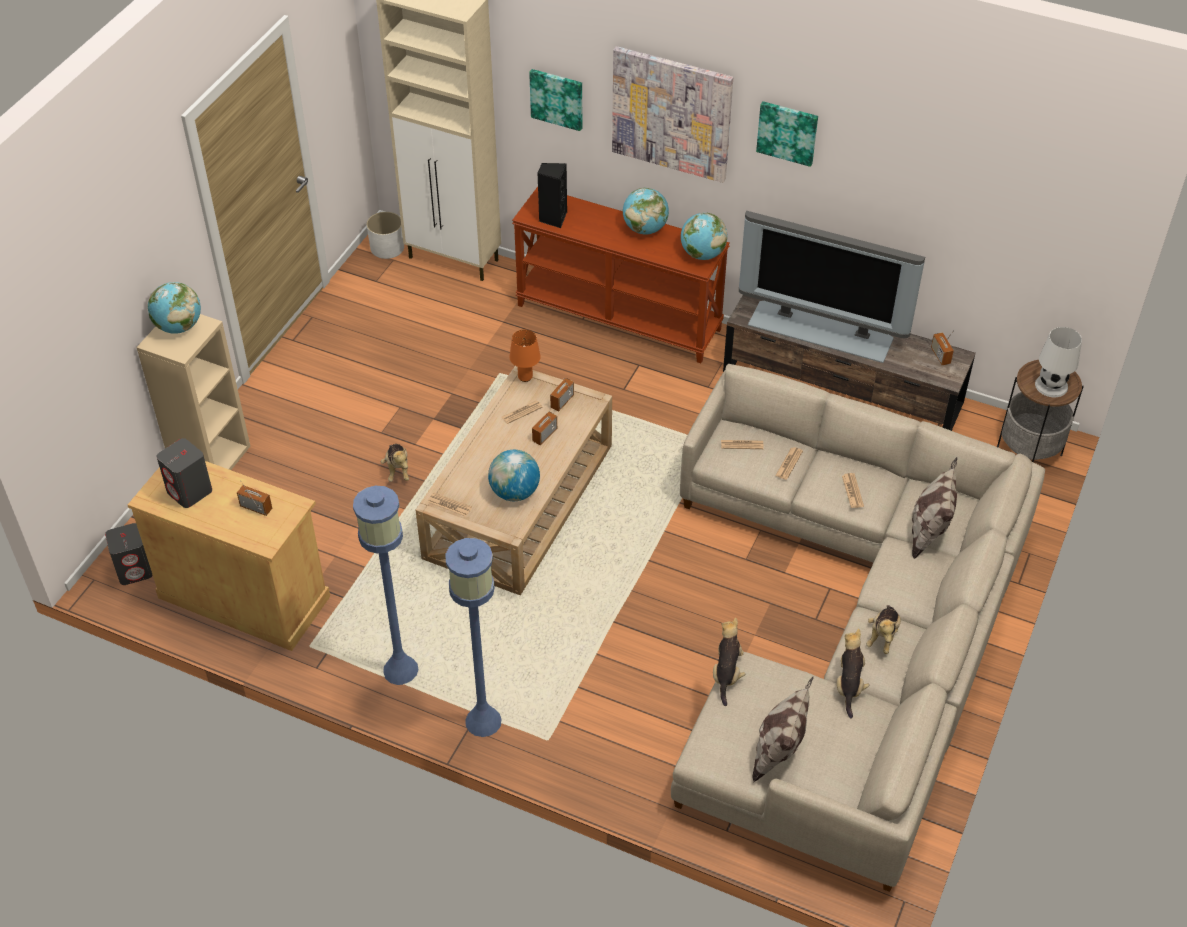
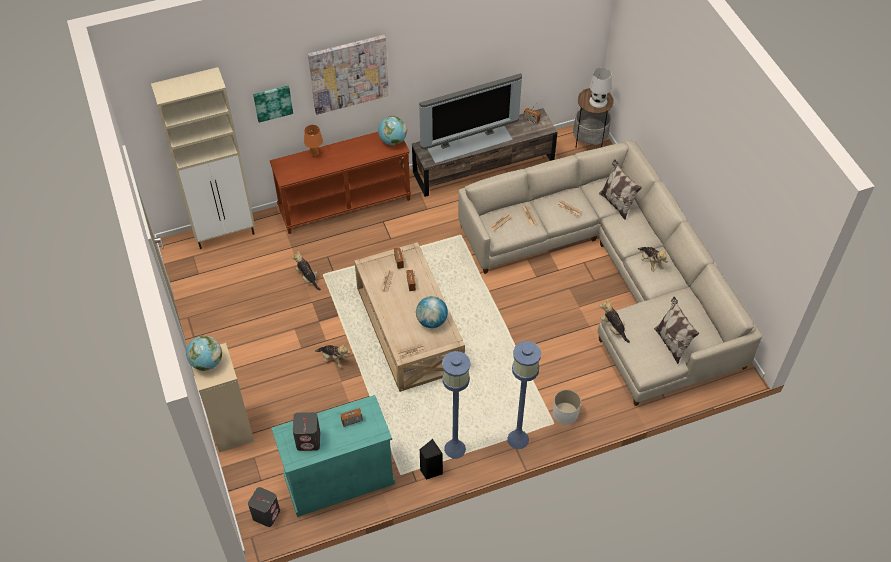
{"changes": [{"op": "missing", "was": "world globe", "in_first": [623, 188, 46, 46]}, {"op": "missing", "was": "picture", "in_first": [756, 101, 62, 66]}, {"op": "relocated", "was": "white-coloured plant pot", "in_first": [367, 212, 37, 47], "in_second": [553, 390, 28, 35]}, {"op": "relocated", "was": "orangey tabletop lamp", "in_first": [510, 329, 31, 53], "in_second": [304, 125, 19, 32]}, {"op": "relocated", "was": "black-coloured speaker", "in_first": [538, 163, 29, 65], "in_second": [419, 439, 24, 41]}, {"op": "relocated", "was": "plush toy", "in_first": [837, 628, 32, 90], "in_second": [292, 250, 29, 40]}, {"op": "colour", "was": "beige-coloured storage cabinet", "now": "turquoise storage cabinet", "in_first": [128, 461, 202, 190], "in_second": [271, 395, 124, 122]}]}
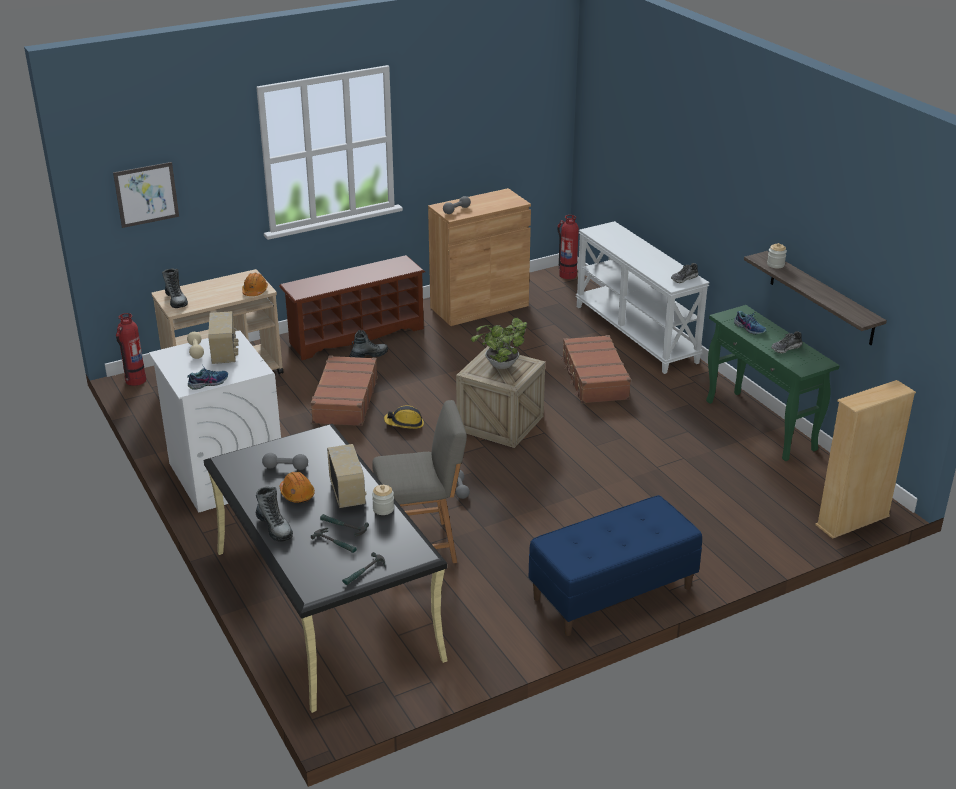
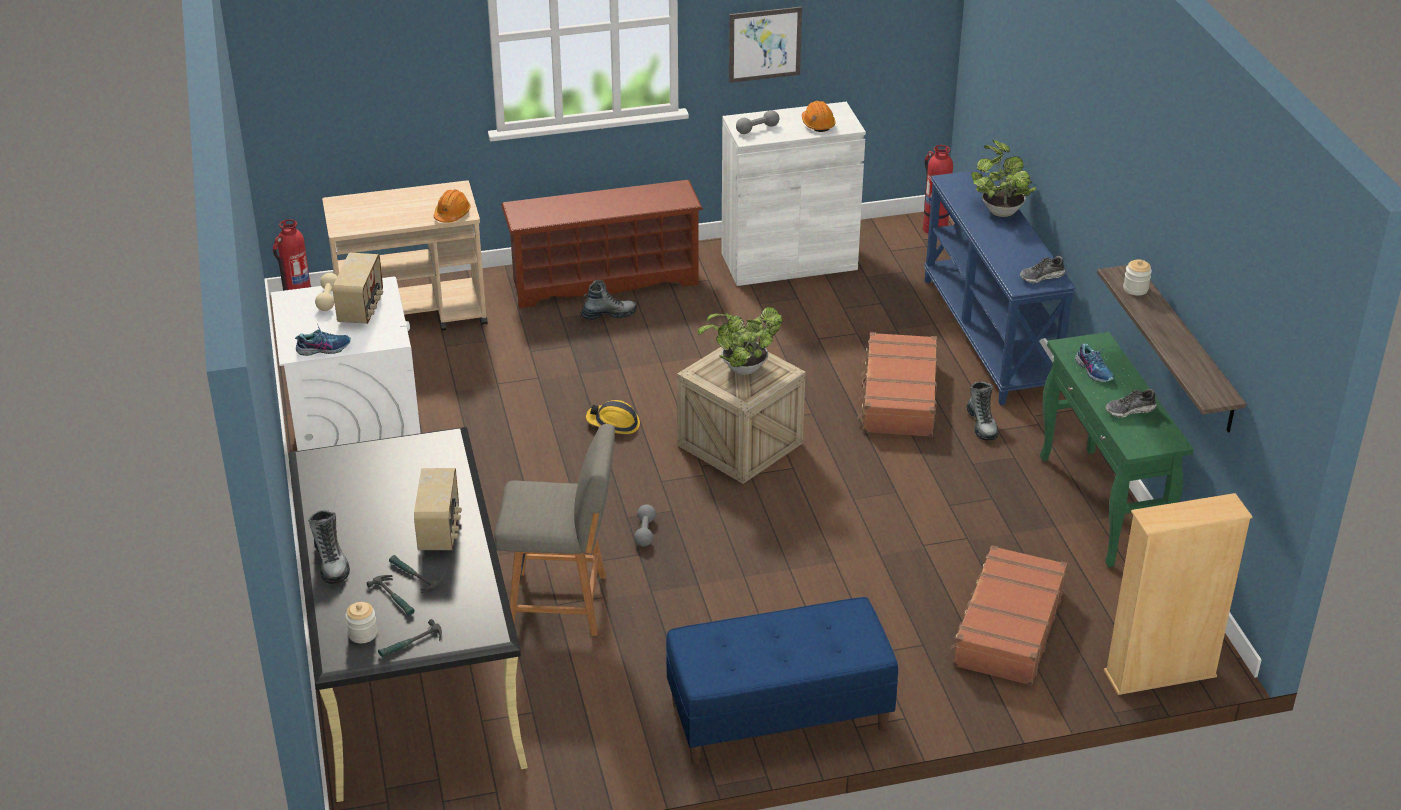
{"changes": [{"op": "missing", "was": "grey hand weight", "in_first": [262, 453, 46, 17]}, {"op": "appeared", "now": "houseplant", "in_second": [971, 140, 66, 77]}, {"op": "relocated", "was": "picture", "in_first": [113, 162, 66, 66], "in_second": [729, 7, 73, 76]}, {"op": "relocated", "was": "boot", "in_first": [162, 269, 26, 39], "in_second": [967, 382, 32, 58]}, {"op": "relocated", "was": "orangey safety helmet", "in_first": [279, 472, 36, 31], "in_second": [802, 101, 34, 31]}, {"op": "relocated", "was": "brownish suitcase", "in_first": [309, 355, 69, 71], "in_second": [950, 545, 118, 141]}, {"op": "relocated", "was": "storage jar", "in_first": [372, 485, 22, 30], "in_second": [345, 602, 32, 41]}, {"op": "colour", "was": "brownish storage cabinet", "now": "white-coloured storage cabinet", "in_first": [428, 188, 103, 138], "in_second": [721, 102, 145, 184]}, {"op": "colour", "was": "white-coloured console table", "now": "blue console table", "in_first": [576, 221, 134, 153], "in_second": [924, 169, 152, 236]}]}
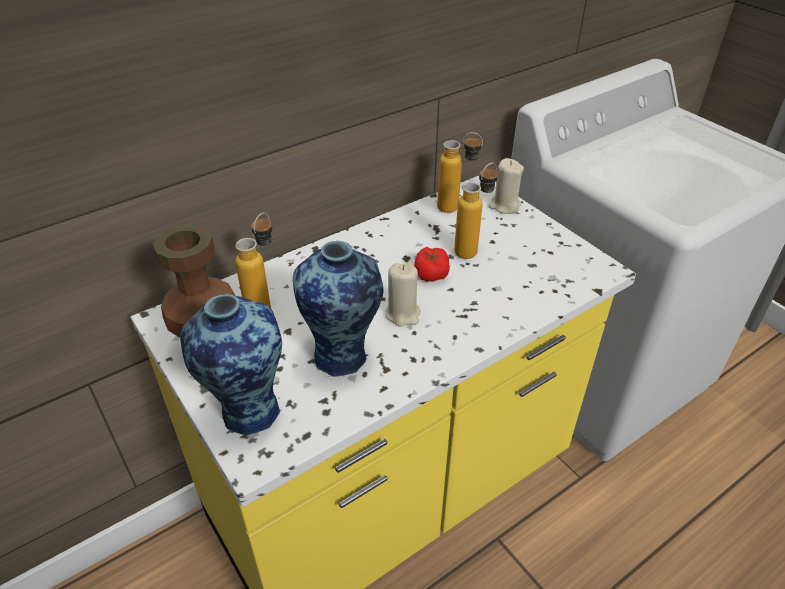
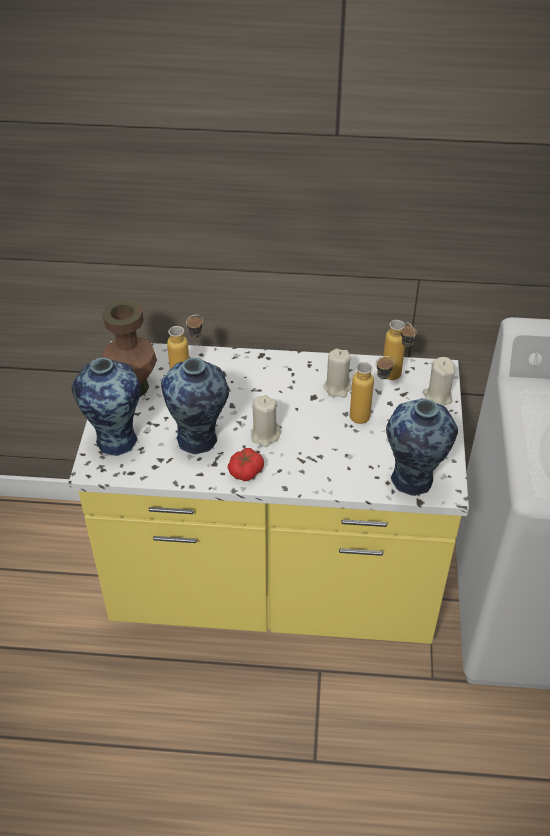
{"changes": [{"op": "appeared", "now": "beige-coloured candle", "in_second": [324, 348, 28, 50]}, {"op": "appeared", "now": "vase", "in_second": [386, 399, 72, 97]}, {"op": "relocated", "was": "whole tomato", "in_first": [414, 247, 36, 35], "in_second": [228, 448, 36, 33]}]}
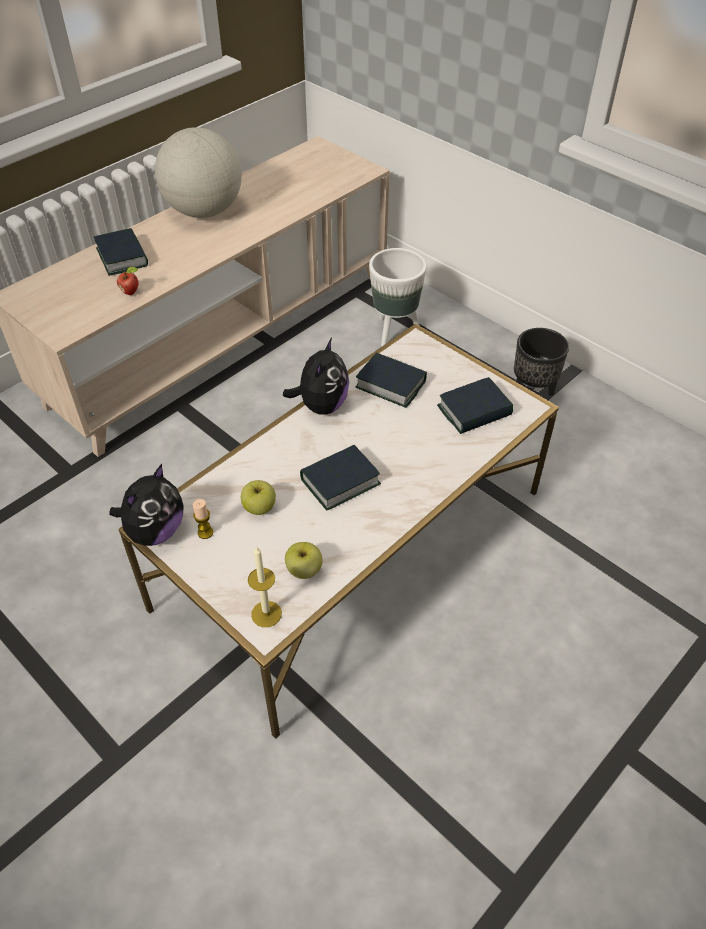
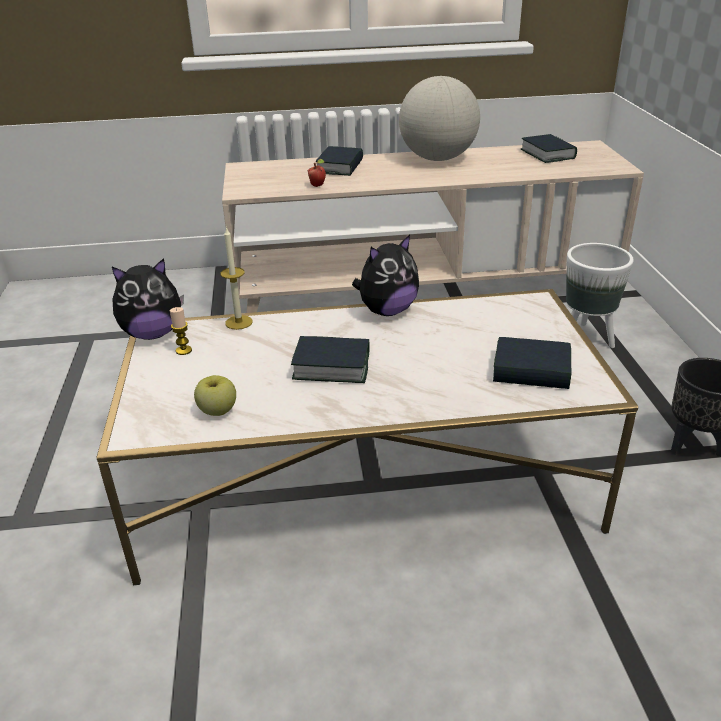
{"changes": [{"op": "missing", "was": "apple", "in_first": [241, 480, 35, 35]}, {"op": "relocated", "was": "candle", "in_first": [248, 547, 34, 80], "in_second": [220, 227, 33, 103]}, {"op": "relocated", "was": "bound book", "in_first": [356, 353, 71, 55], "in_second": [521, 134, 56, 29]}]}
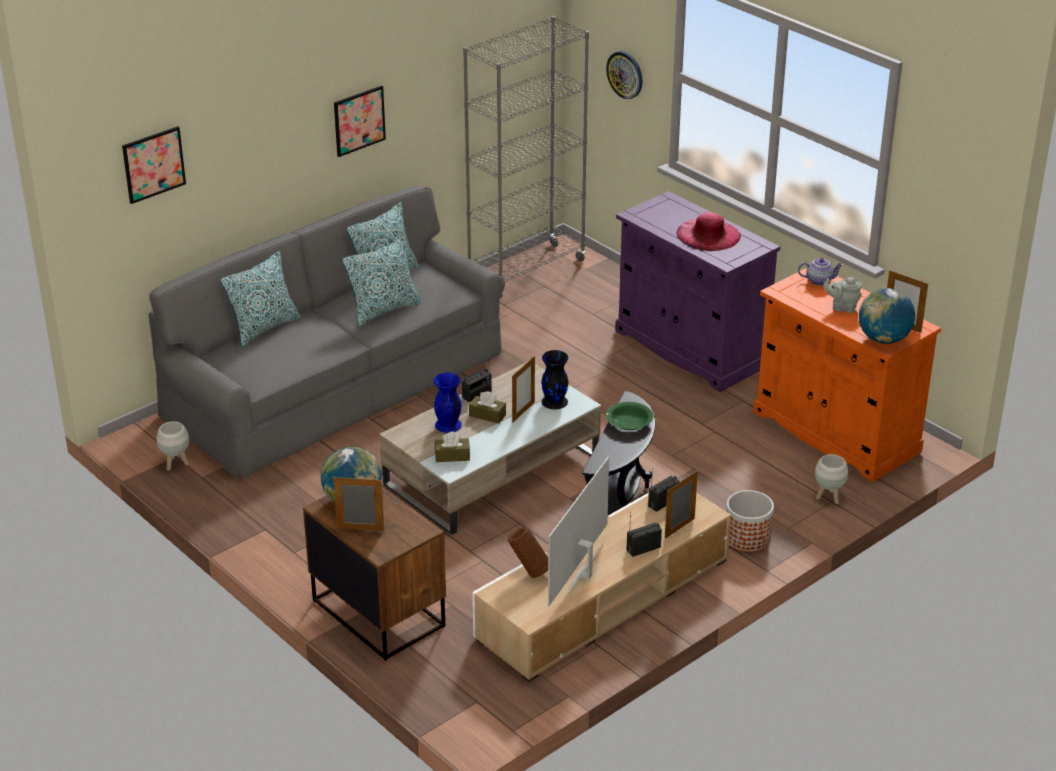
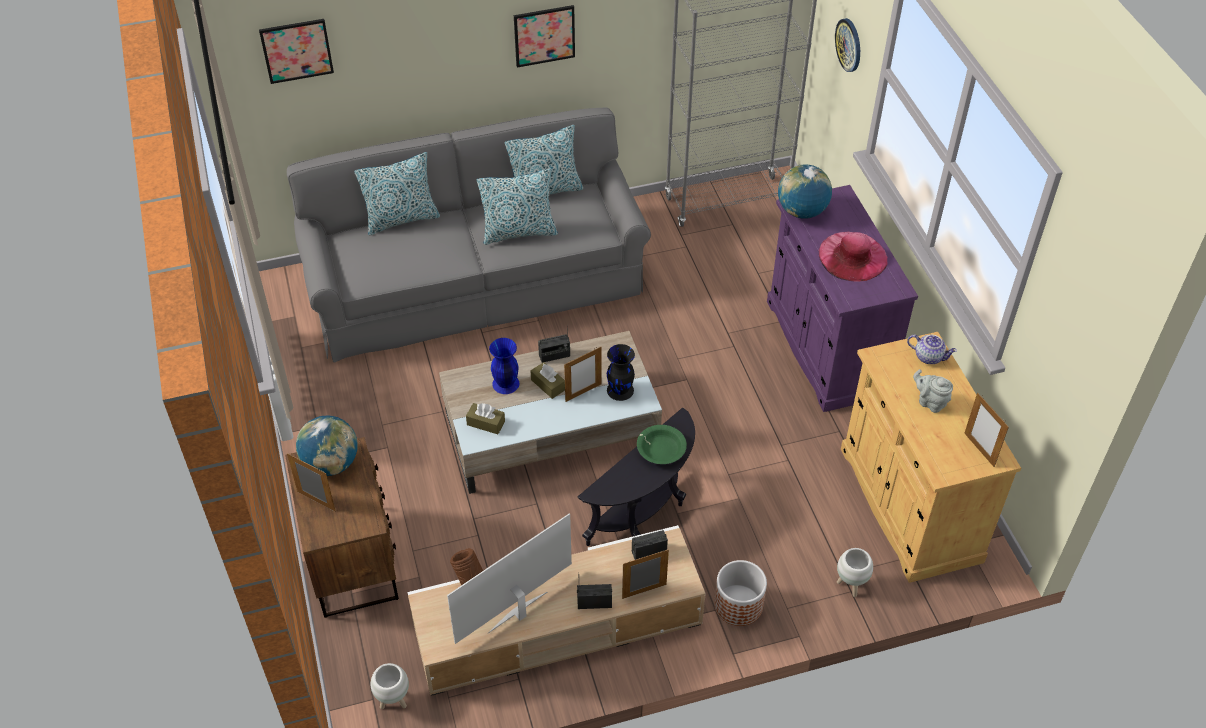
{"changes": [{"op": "relocated", "was": "white-coloured plant pot", "in_first": [156, 421, 33, 50], "in_second": [371, 663, 38, 46]}, {"op": "relocated", "was": "world globe", "in_first": [859, 288, 56, 56], "in_second": [778, 165, 54, 54]}, {"op": "colour", "was": "orangey storage cabinet", "now": "beige-coloured storage cabinet", "in_first": [753, 268, 188, 214], "in_second": [841, 332, 180, 251]}]}
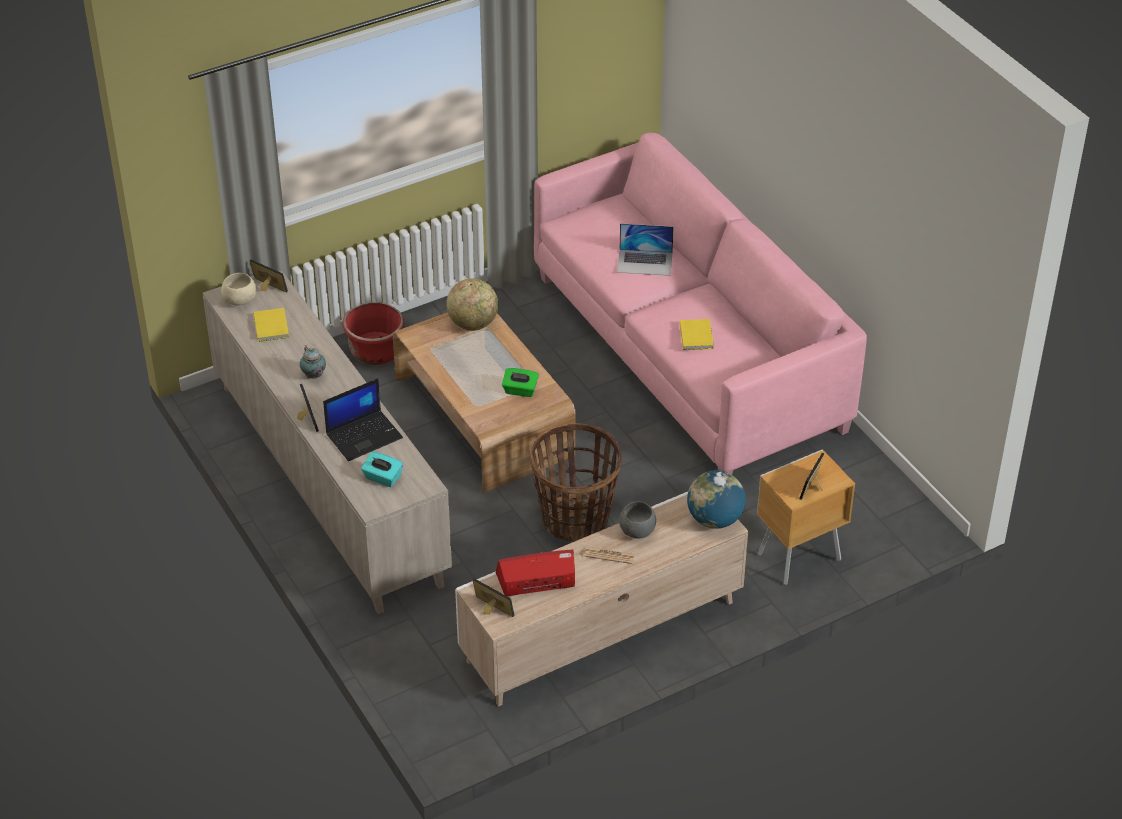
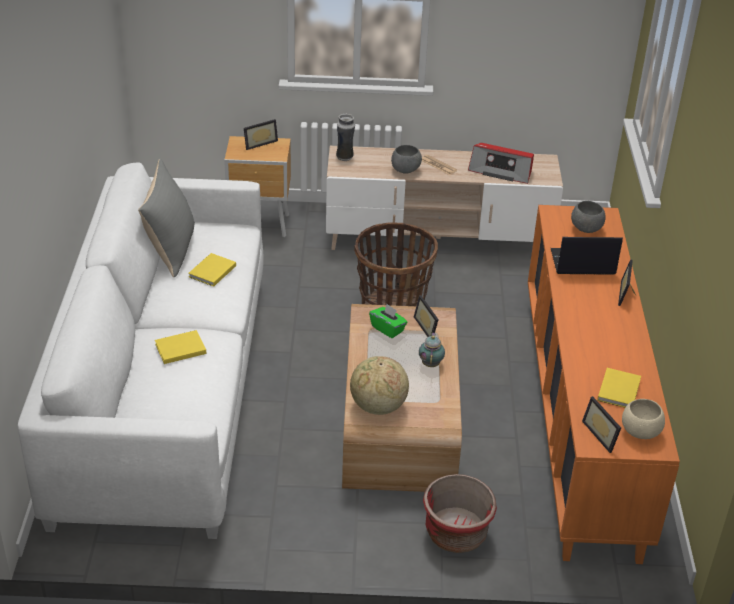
{"changes": [{"op": "appeared", "now": "grey throw pillow", "in_second": [138, 158, 57, 119]}, {"op": "relocated", "was": "tea pot", "in_first": [300, 345, 26, 34], "in_second": [419, 332, 26, 35]}, {"op": "relocated", "was": "picture frame", "in_first": [473, 578, 42, 39], "in_second": [414, 295, 25, 42]}, {"op": "exchanged", "was": "turquoise tissue box", "now": "grey serving bowl", "in_first": [361, 452, 42, 35], "in_second": [571, 201, 35, 32]}, {"op": "exchanged", "was": "notebook computer", "now": "yellow bound book", "in_first": [617, 223, 57, 53], "in_second": [155, 330, 51, 34]}, {"op": "exchanged", "was": "world globe", "now": "vase", "in_first": [687, 470, 59, 59], "in_second": [336, 113, 19, 48]}, {"op": "colour", "was": "beige-coloured storage cabinet", "now": "orangey storage cabinet", "in_first": [203, 271, 249, 343], "in_second": [528, 205, 152, 359]}, {"op": "colour", "was": "pink-coloured settee", "now": "white-coloured settee", "in_first": [534, 132, 333, 343], "in_second": [18, 162, 246, 377]}]}
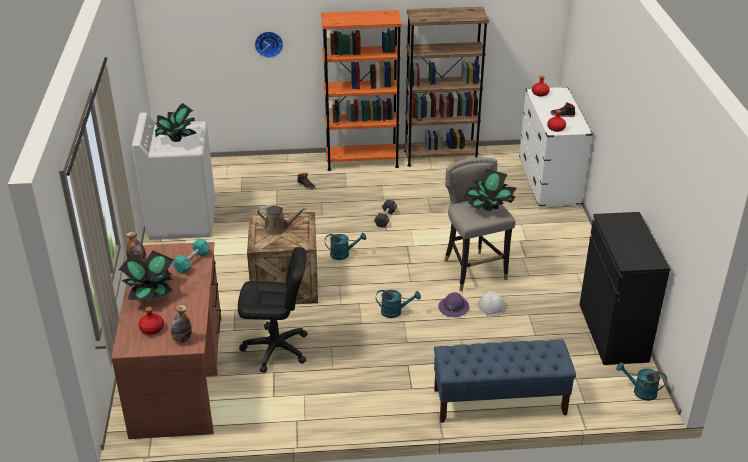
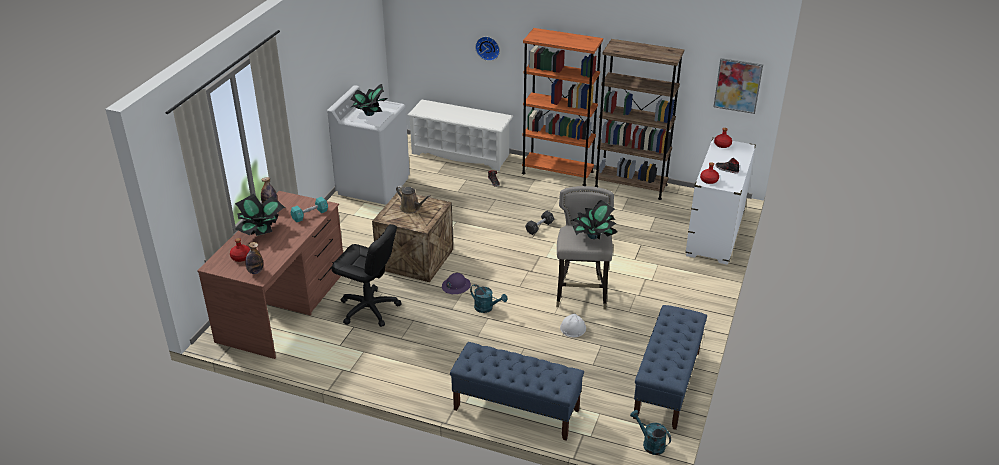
{"changes": [{"op": "missing", "was": "turquoise watering pot", "in_first": [325, 233, 41, 27]}, {"op": "appeared", "now": "white-coloured shoe stand", "in_second": [408, 100, 105, 71]}, {"op": "appeared", "now": "picture", "in_second": [714, 58, 49, 56]}, {"op": "relocated", "was": "purplish safety helmet", "in_first": [438, 292, 31, 25], "in_second": [442, 273, 29, 21]}, {"op": "exchanged", "was": "black-coloured storage cabinet", "now": "blue indoor bench", "in_first": [579, 212, 91, 153], "in_second": [633, 305, 74, 125]}]}
